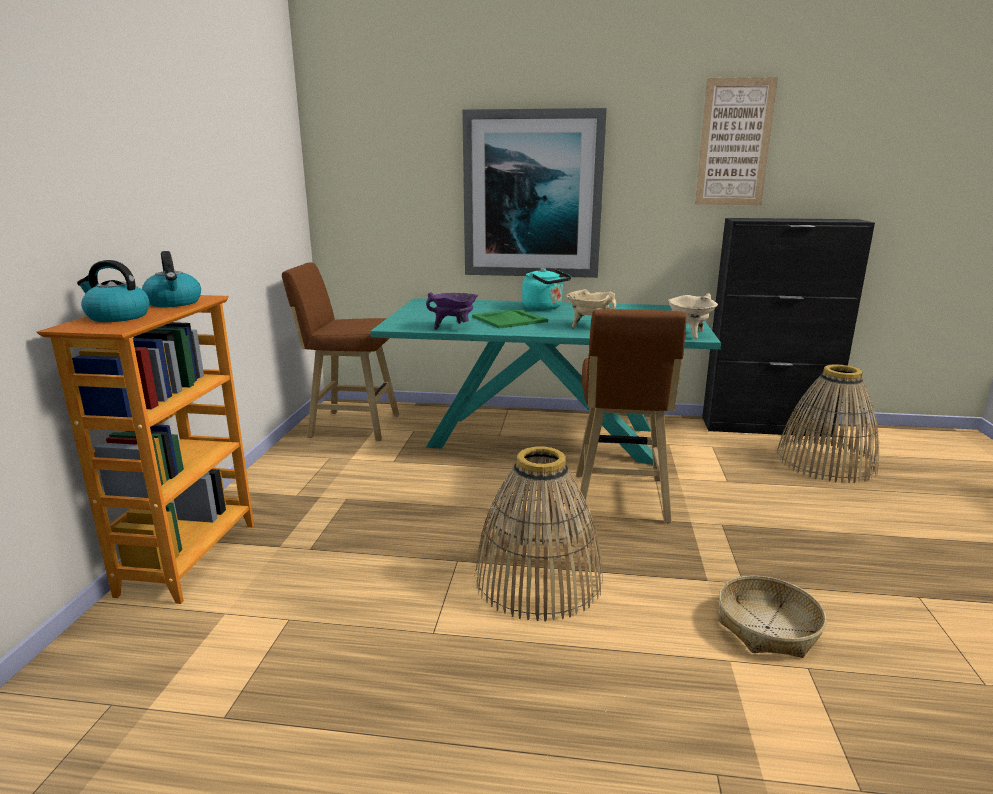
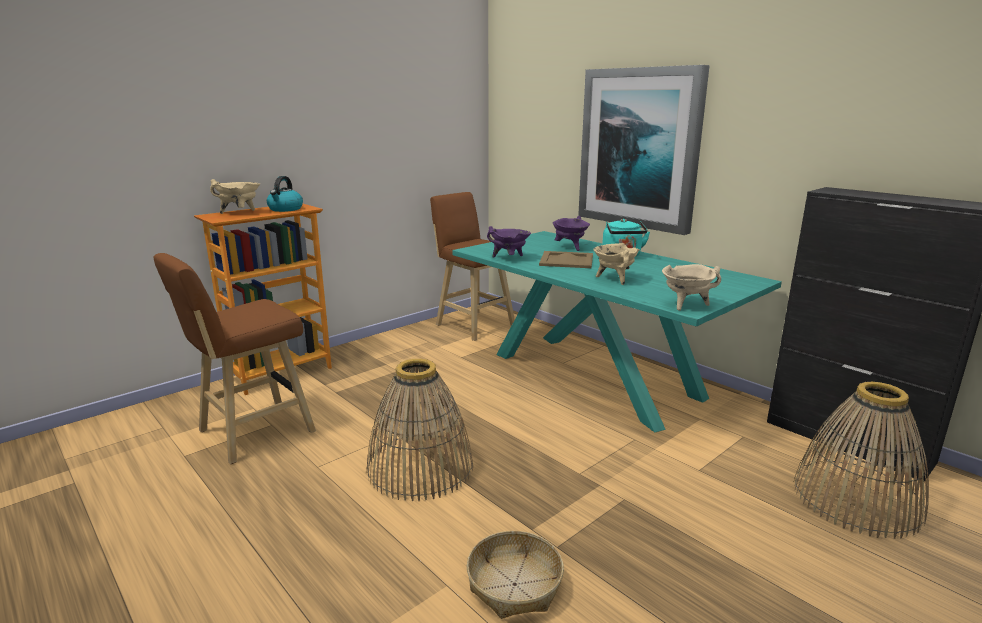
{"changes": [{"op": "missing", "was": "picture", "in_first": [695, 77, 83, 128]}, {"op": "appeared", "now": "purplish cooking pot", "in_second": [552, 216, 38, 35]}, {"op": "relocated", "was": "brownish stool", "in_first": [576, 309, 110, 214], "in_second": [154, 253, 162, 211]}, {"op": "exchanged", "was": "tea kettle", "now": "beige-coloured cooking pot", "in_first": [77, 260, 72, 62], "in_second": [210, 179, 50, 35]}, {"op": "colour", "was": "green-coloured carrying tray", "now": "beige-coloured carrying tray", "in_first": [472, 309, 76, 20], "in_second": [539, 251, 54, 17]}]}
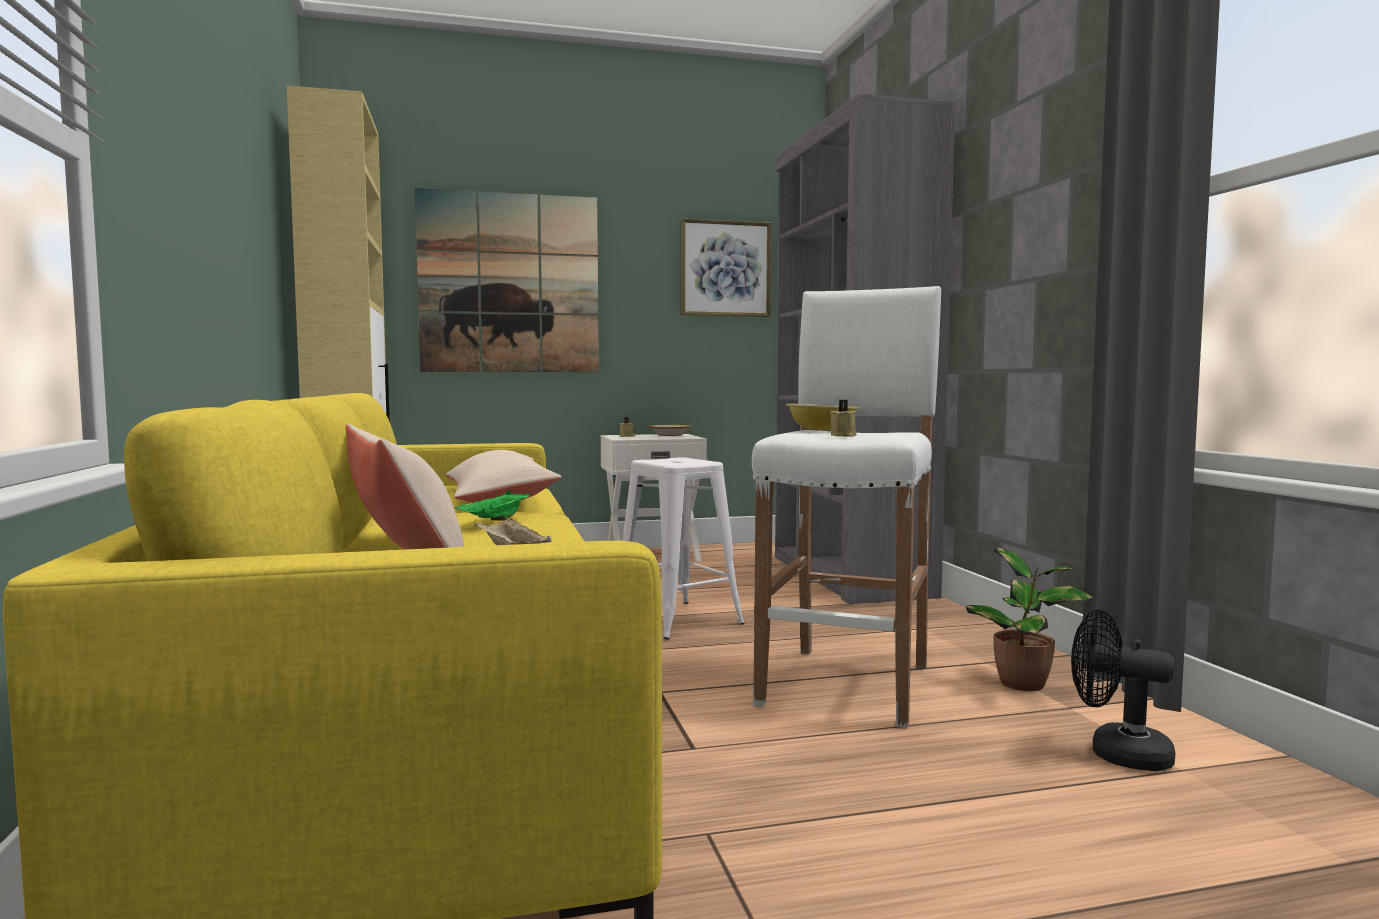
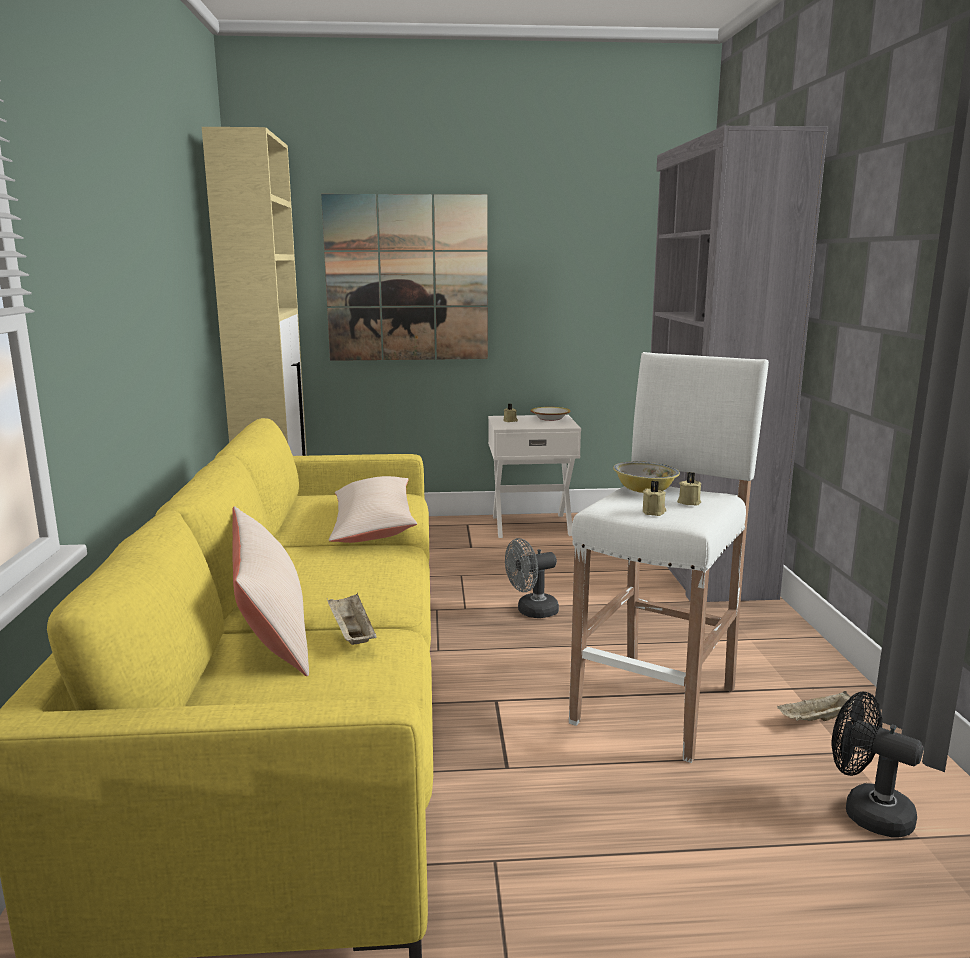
{"changes": [{"op": "missing", "was": "green-coloured carrying tray", "in_first": [455, 491, 75, 30]}, {"op": "missing", "was": "picture", "in_first": [681, 219, 90, 98]}, {"op": "appeared", "now": "beige-coloured candle", "in_second": [677, 472, 24, 33]}, {"op": "exchanged", "was": "white-coloured stool", "now": "grey fan", "in_first": [623, 457, 122, 183], "in_second": [505, 538, 54, 80]}, {"op": "exchanged", "was": "houseplant", "now": "beige-coloured carrying tray", "in_first": [966, 547, 128, 144], "in_second": [777, 691, 77, 30]}]}
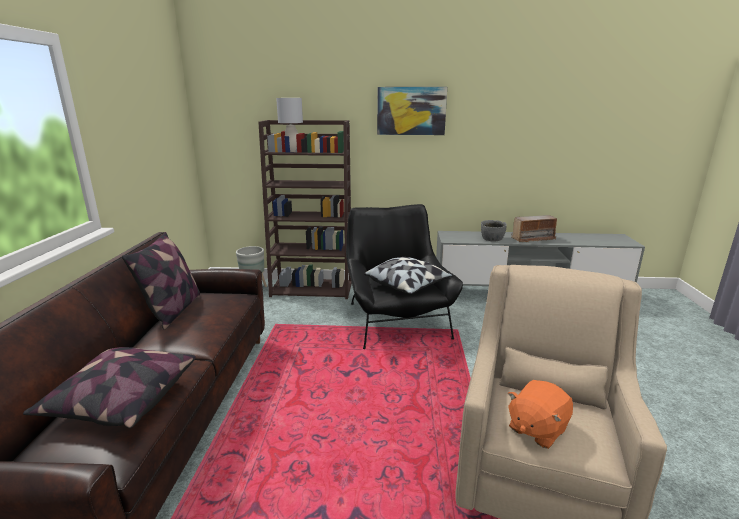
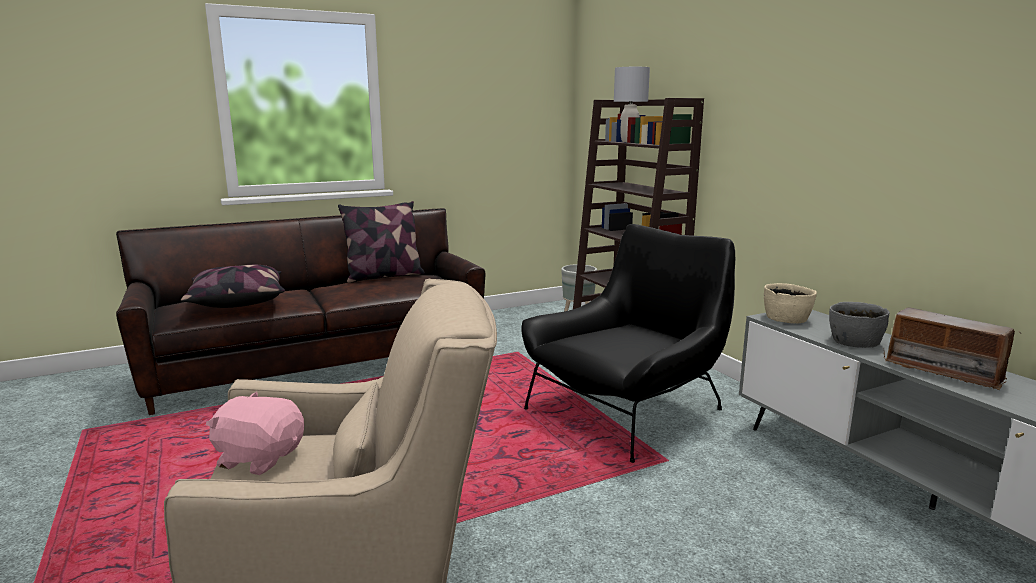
{"changes": [{"op": "missing", "was": "throw pillow", "in_first": [364, 257, 89, 37]}, {"op": "missing", "was": "picture", "in_first": [377, 87, 70, 48]}, {"op": "appeared", "now": "beige-coloured serving bowl", "in_second": [764, 283, 53, 41]}, {"op": "colour", "was": "orangey plush toy", "now": "pink-coloured plush toy", "in_first": [508, 380, 65, 69], "in_second": [206, 391, 98, 84]}]}
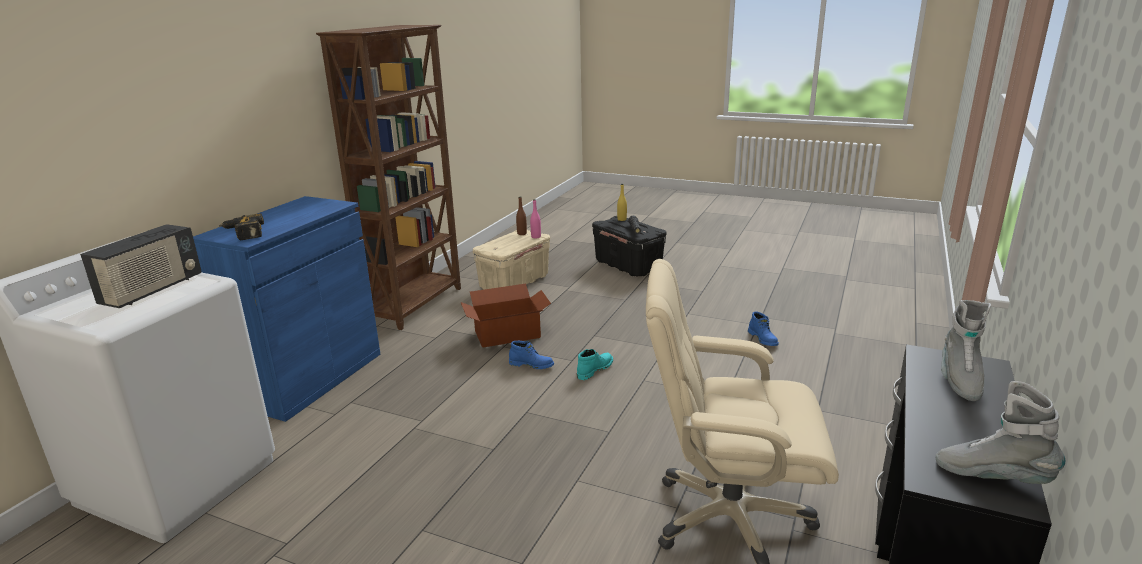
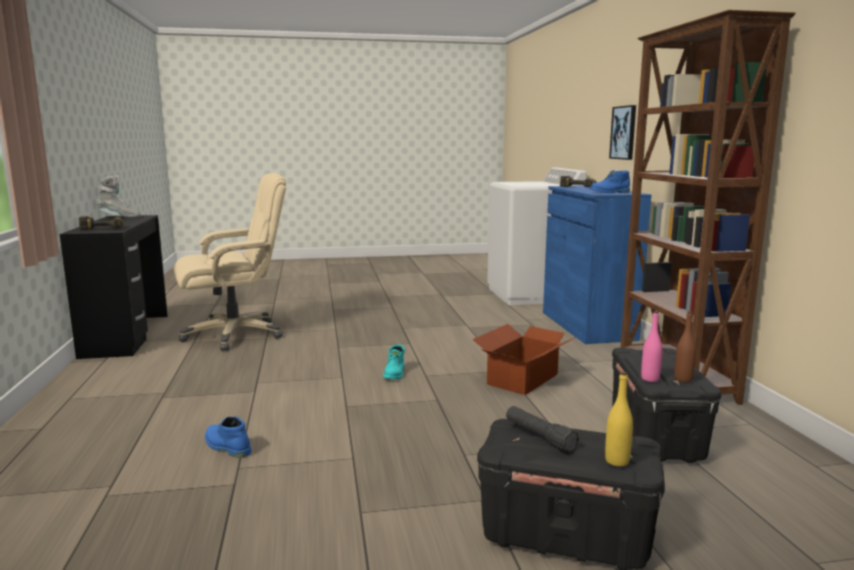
{"changes": [{"op": "missing", "was": "radio", "in_first": [80, 224, 121, 84]}, {"op": "appeared", "now": "picture", "in_second": [609, 105, 27, 55]}, {"op": "relocated", "was": "blue boot", "in_first": [509, 341, 45, 28], "in_second": [590, 170, 40, 24]}, {"op": "exchanged", "was": "grey boot", "now": "drill", "in_first": [941, 300, 50, 101], "in_second": [79, 216, 45, 14]}, {"op": "colour", "was": "beige-coloured storage container", "now": "black-coloured storage container", "in_first": [473, 230, 77, 60], "in_second": [612, 347, 109, 116]}]}
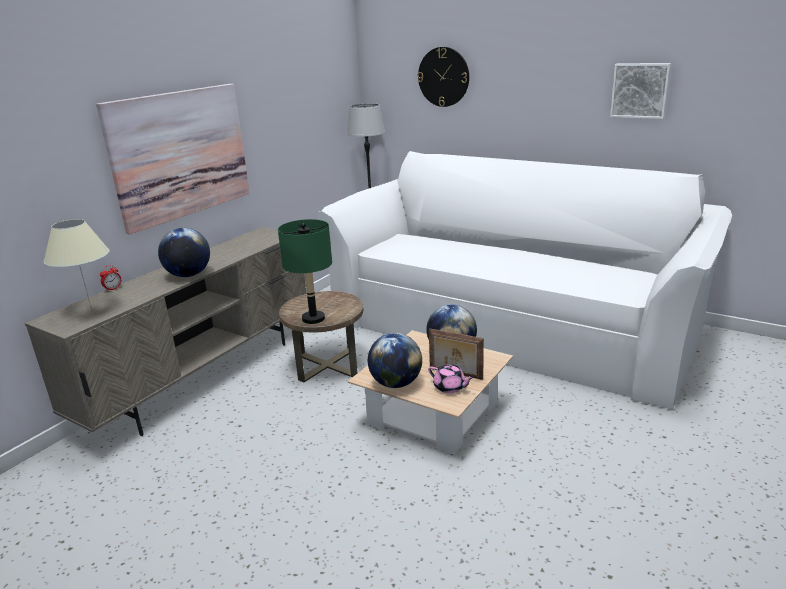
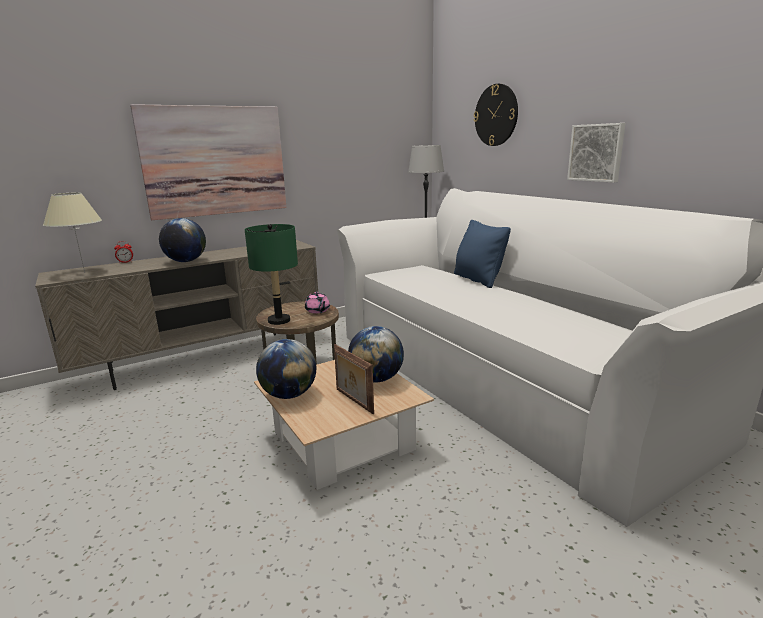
{"changes": [{"op": "appeared", "now": "blue throw pillow", "in_second": [454, 220, 57, 68]}, {"op": "relocated", "was": "pink-coloured tea pot", "in_first": [428, 364, 46, 29], "in_second": [305, 292, 25, 22]}, {"op": "relocated", "was": "picture", "in_first": [610, 63, 61, 56], "in_second": [567, 123, 59, 60]}]}
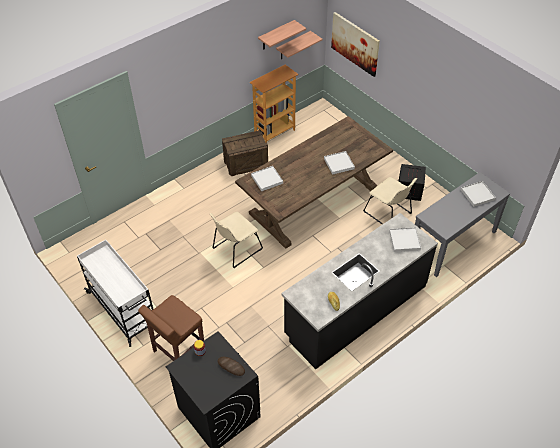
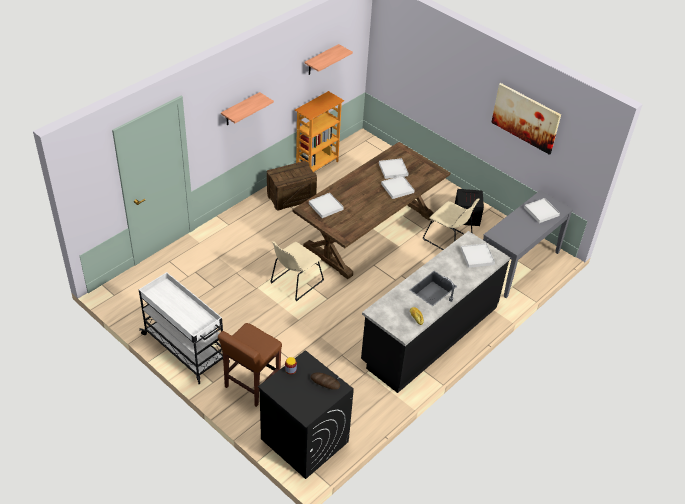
{"changes": [{"op": "appeared", "now": "white-coloured carrying tray", "in_second": [379, 158, 30, 21]}, {"op": "relocated", "was": "shelf", "in_first": [276, 31, 47, 28], "in_second": [221, 92, 53, 33]}, {"op": "relocated", "was": "picture", "in_first": [331, 12, 49, 65], "in_second": [491, 83, 70, 72]}]}
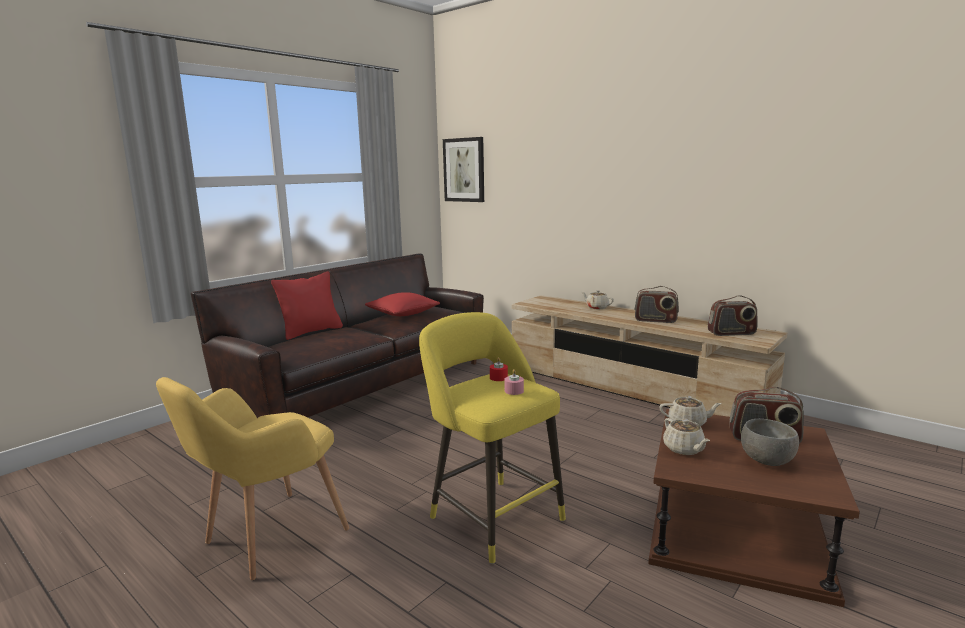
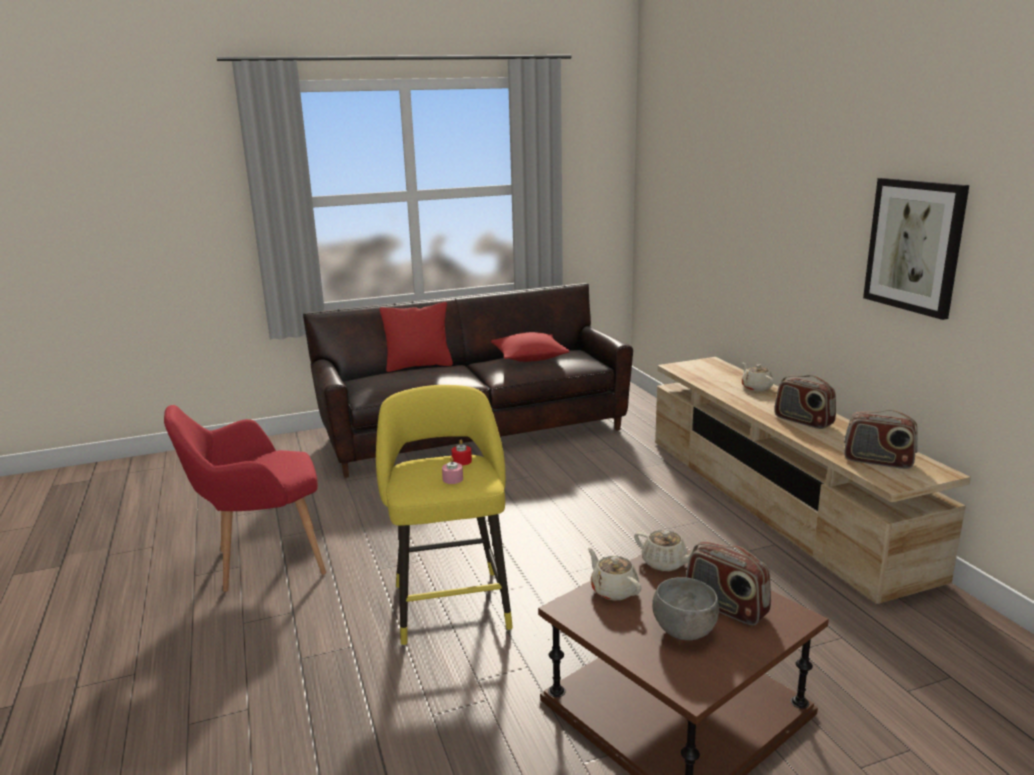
{"changes": [{"op": "relocated", "was": "picture", "in_first": [443, 137, 41, 65], "in_second": [863, 178, 106, 142]}, {"op": "colour", "was": "yellow easy chair", "now": "red-coloured easy chair", "in_first": [156, 377, 193, 203], "in_second": [164, 405, 162, 187]}, {"op": "spun", "was": "beige-coloured tea pot", "in_first": [663, 418, 47, 37], "in_second": [588, 548, 53, 52], "clockwise": 135}]}
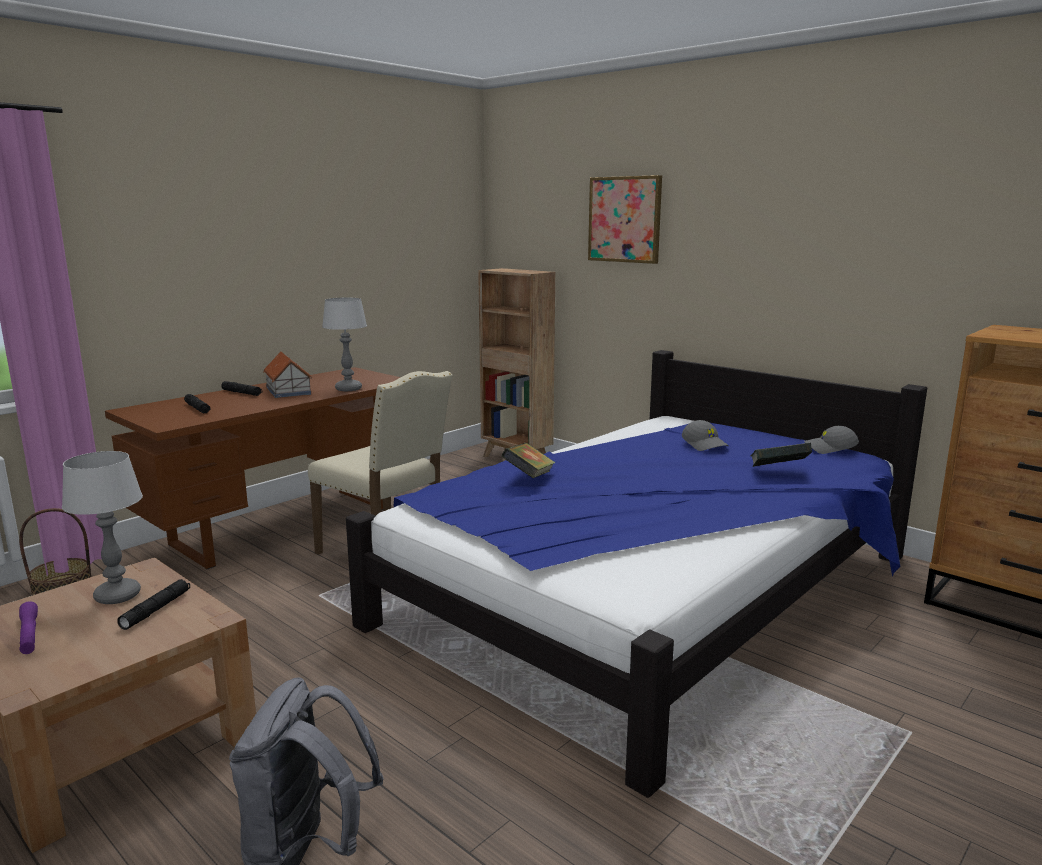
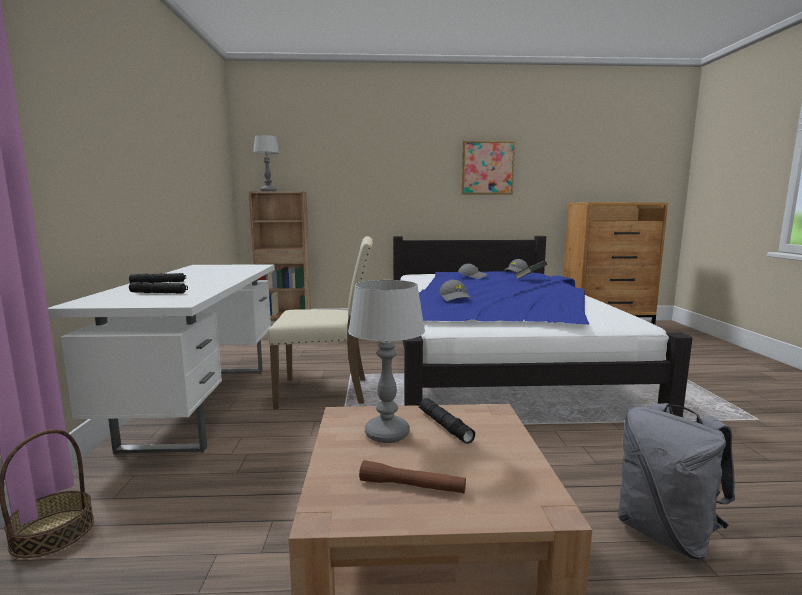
{"changes": [{"op": "missing", "was": "miniature house", "in_first": [263, 352, 49, 46]}, {"op": "relocated", "was": "tabletop lamp", "in_first": [322, 298, 45, 93], "in_second": [253, 135, 27, 56]}, {"op": "relocated", "was": "picture", "in_first": [588, 175, 74, 89], "in_second": [462, 141, 53, 53]}, {"op": "exchanged", "was": "bound book", "now": "grey peaked cap", "in_first": [502, 443, 53, 35], "in_second": [440, 280, 32, 21]}, {"op": "colour", "was": "purplish hand torch", "now": "brownish hand torch", "in_first": [19, 601, 19, 53], "in_second": [359, 460, 107, 34]}, {"op": "colour", "was": "brownish desk", "now": "white-coloured desk", "in_first": [105, 367, 295, 203], "in_second": [48, 264, 227, 190]}]}
